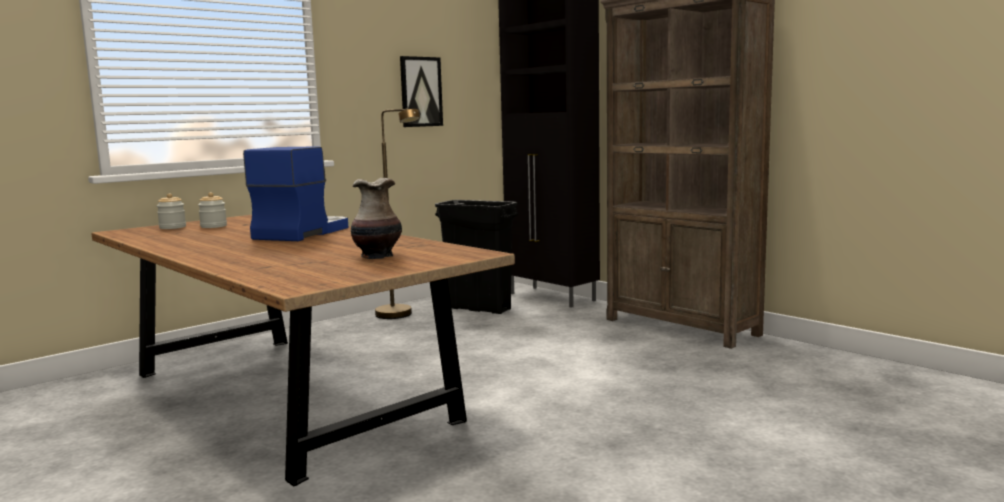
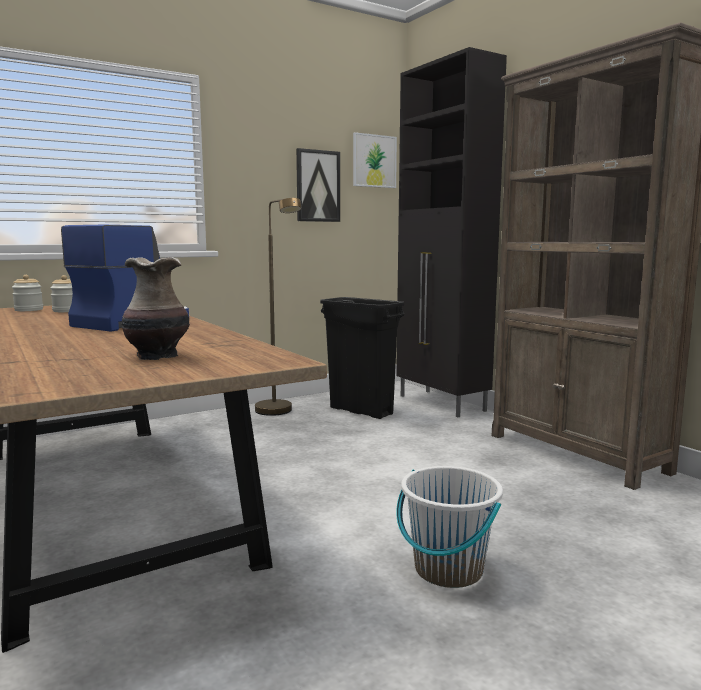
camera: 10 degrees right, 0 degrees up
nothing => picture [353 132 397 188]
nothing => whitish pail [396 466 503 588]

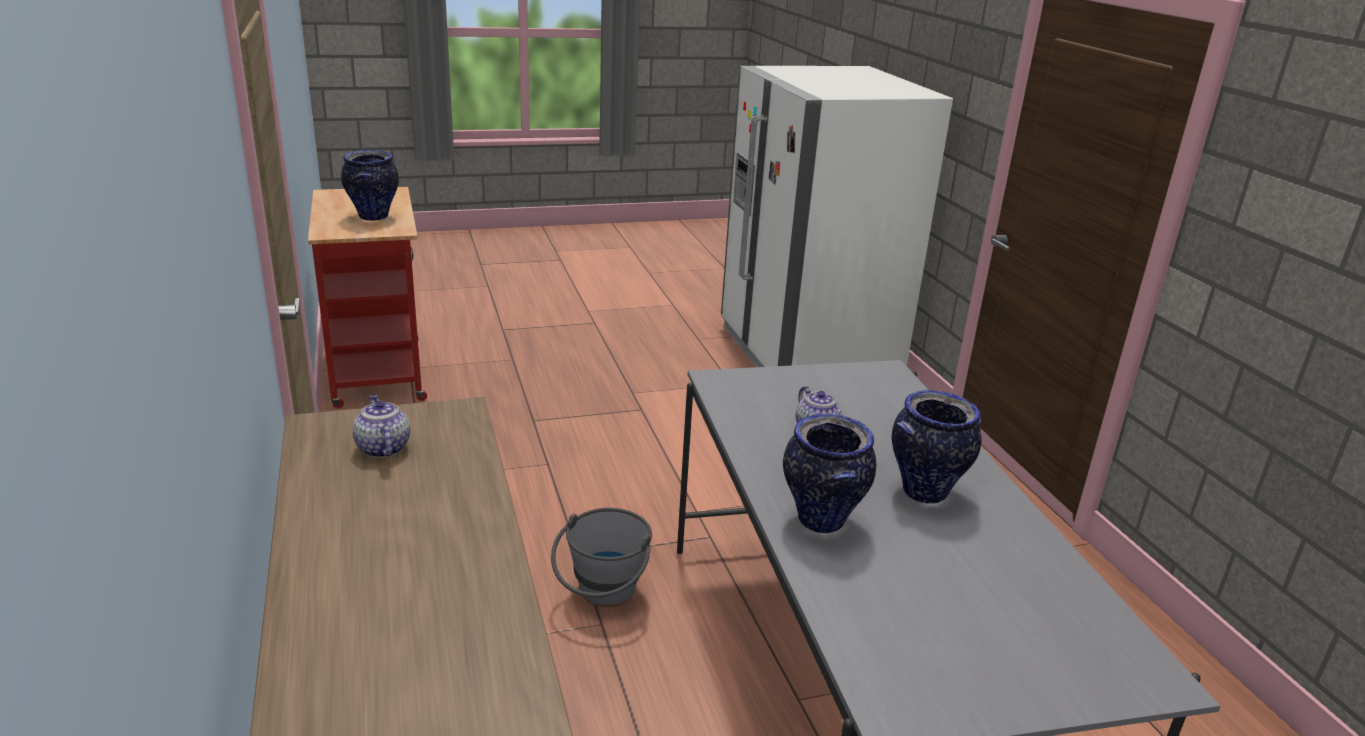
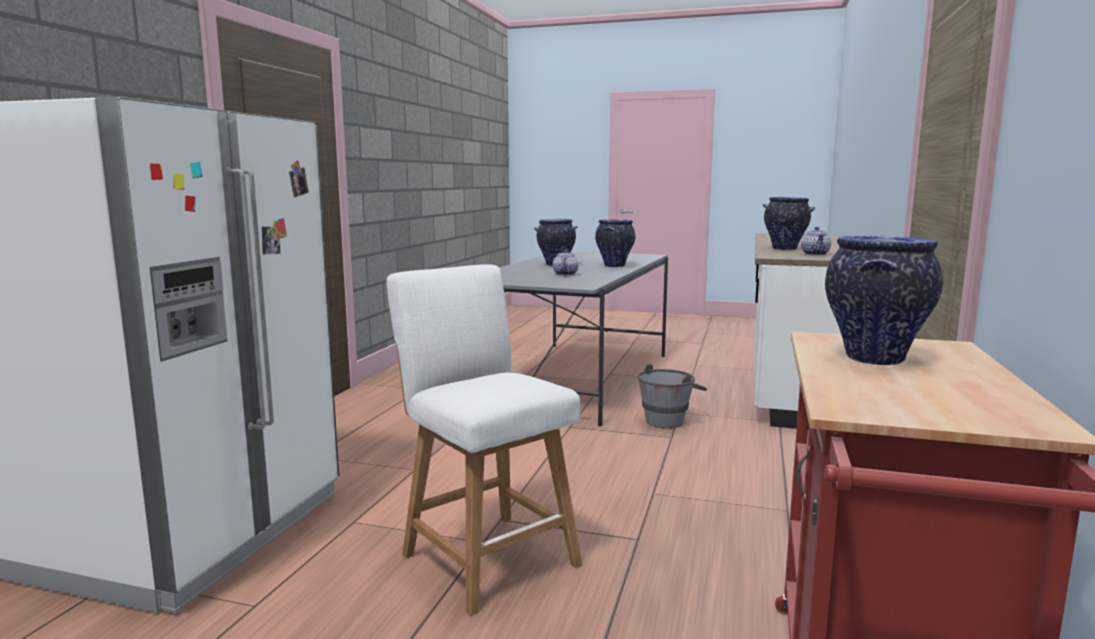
camera: 145 degrees left, 15 degrees down
nothing => whitish stool seat [387 264 582 616]
nothing => vase [763 197 815 250]

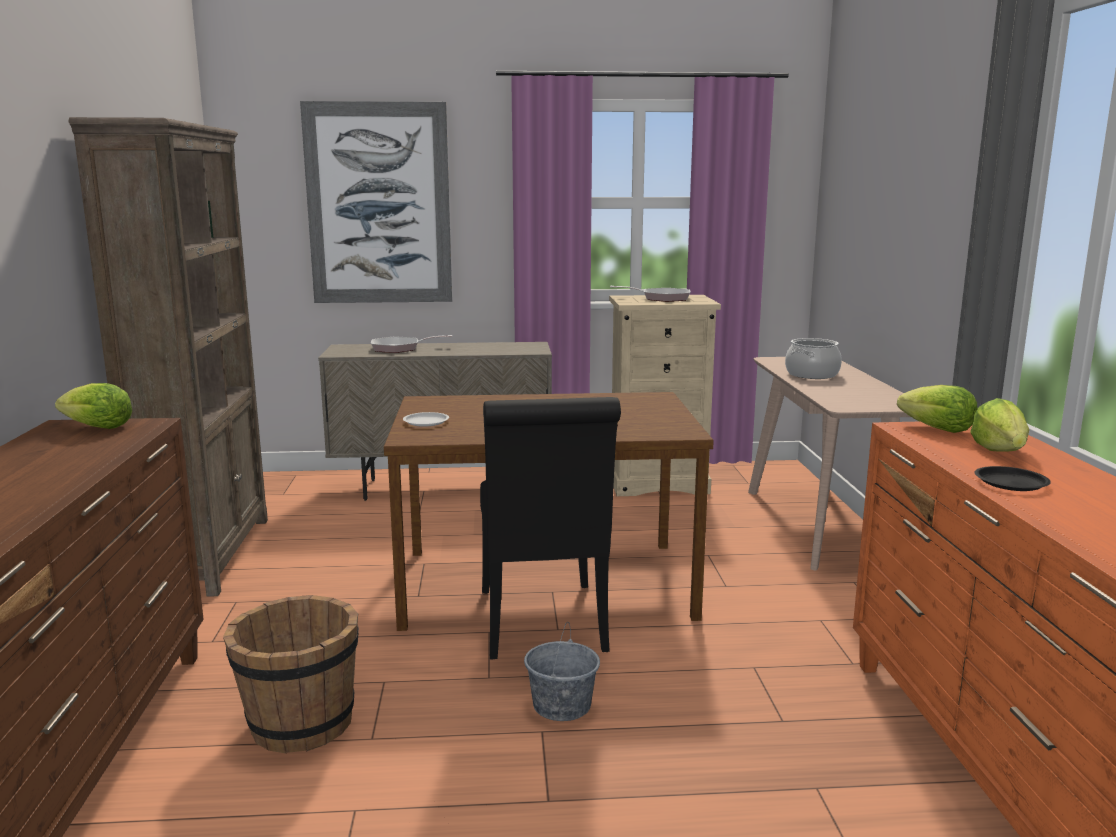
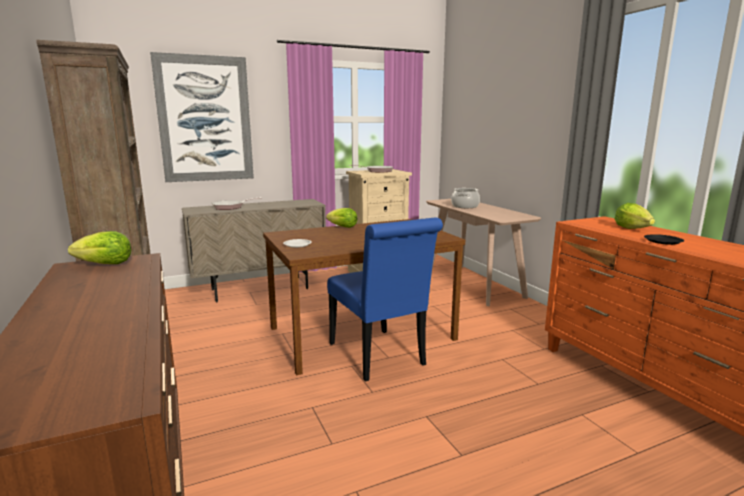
camera: 20 degrees left, 0 degrees up
brown-coloured pail [223 595 359 753] => nothing
greyish pail [524 622 600 721] => nothing
lettuce [897 385 978 433] => lettuce [326 208 358 228], move
black chair [480 397 621 660] => blue chair [327 218 443 381]

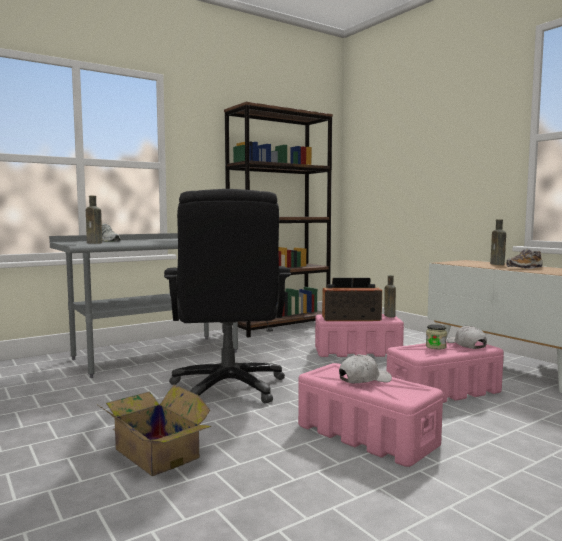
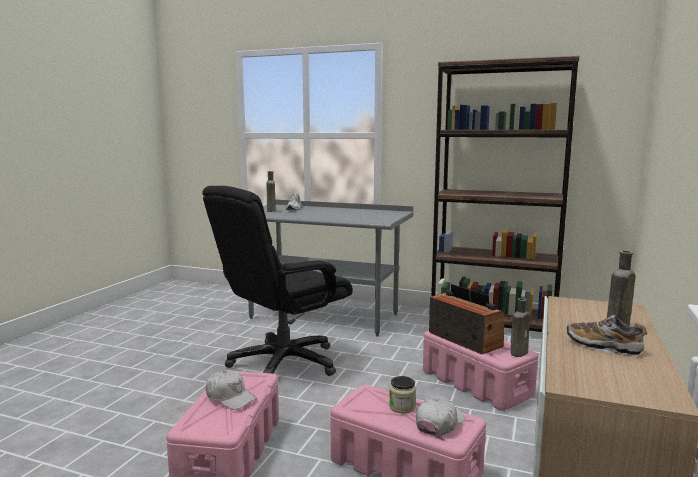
camera: 55 degrees right, 5 degrees up
packing box [98 384 211 476] => nothing

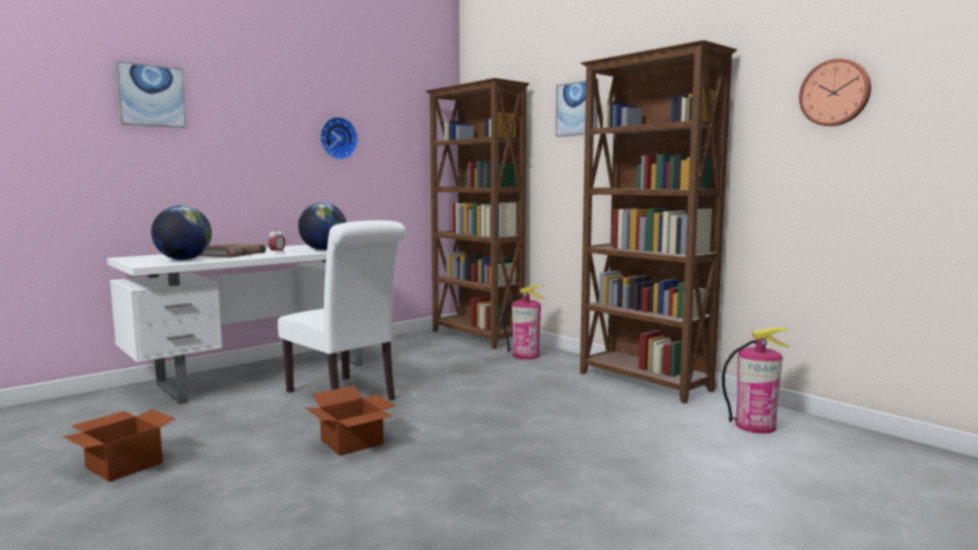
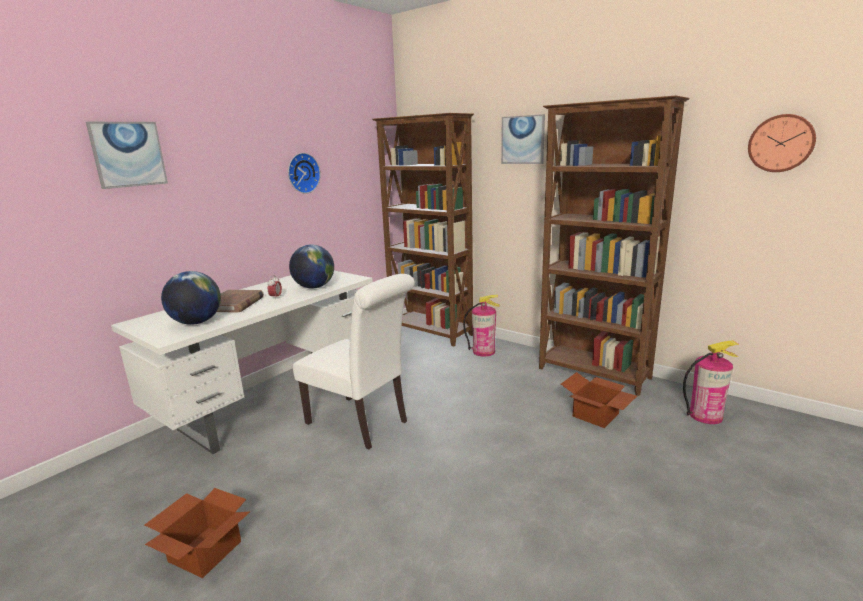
camera: 10 degrees left, 10 degrees up
packing box [305 386 396 456] => packing box [561 372 637 428], move

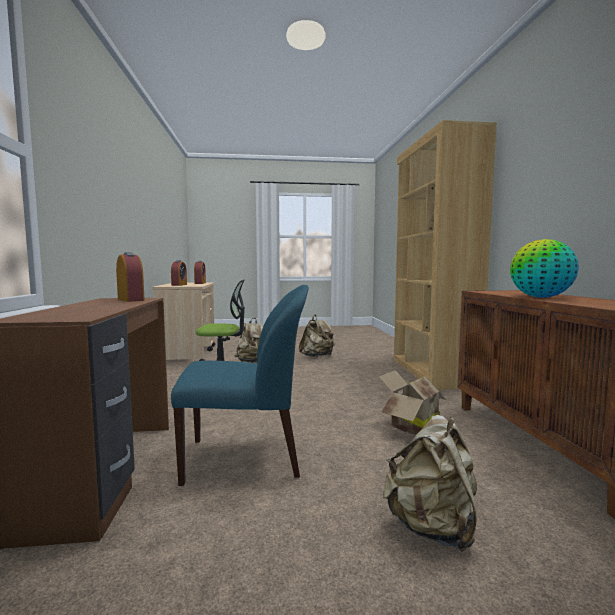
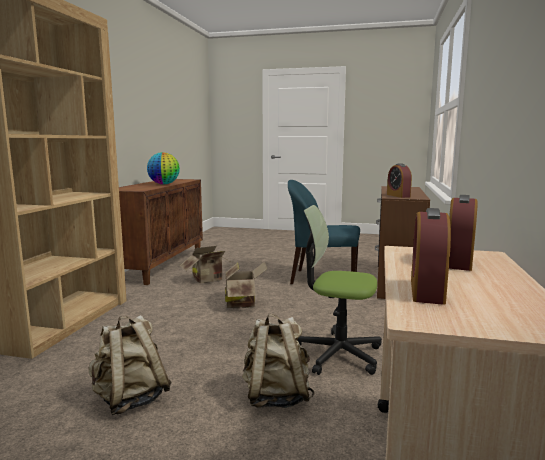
camera: 160 degrees left, 5 degrees up
beige backpack [383 415 477 552] => nothing
nothing => packing box [225 261 268 309]

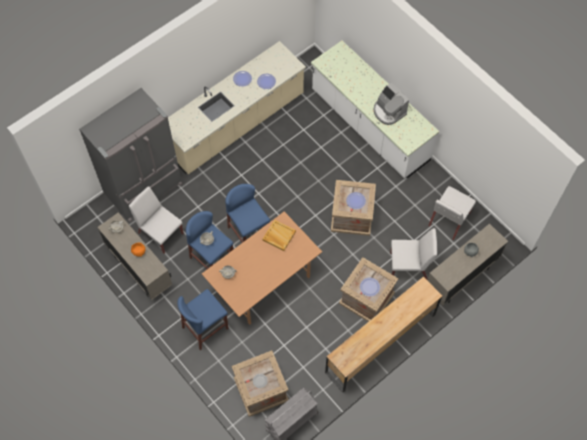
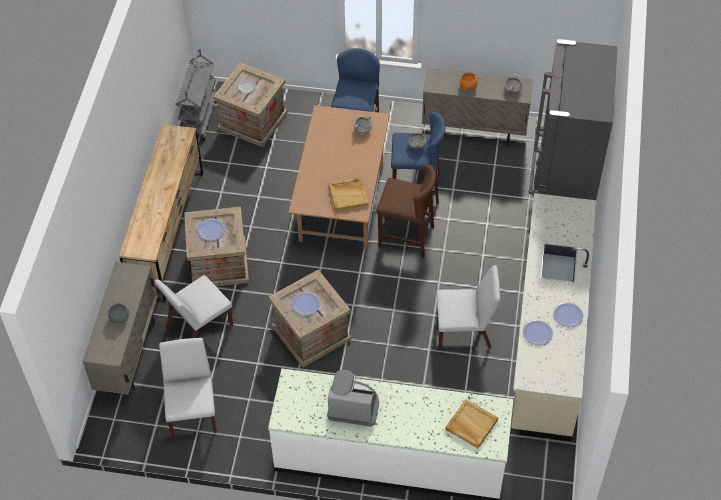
camera: 140 degrees right, 10 degrees down
nothing => beige tray [445 399 498 448]
whitish chair [129 186 184 254] => whitish chair [437 265 500 349], move
blue stool seat [225 184 270 243] => brown-coloured stool seat [376 164 436 258]

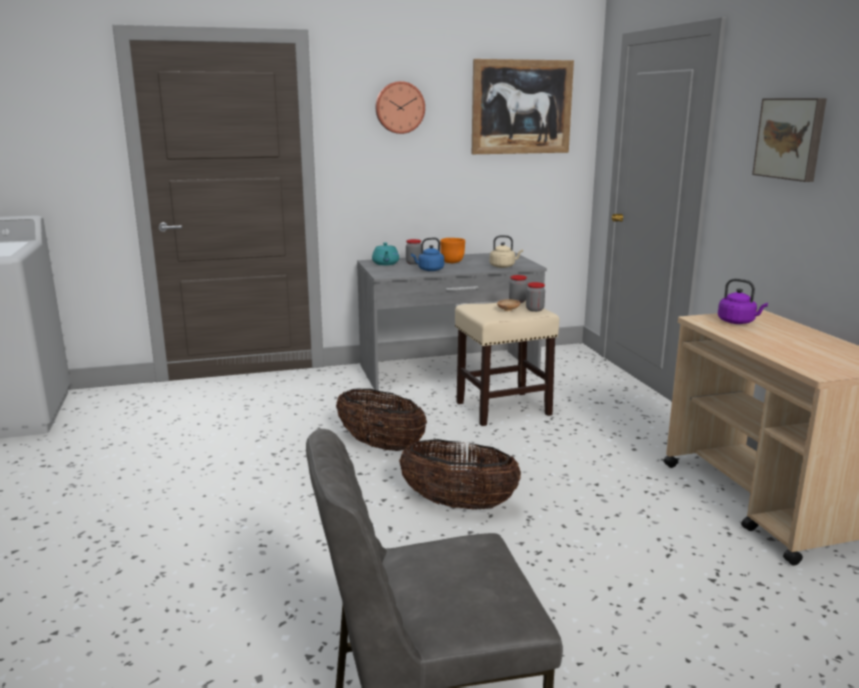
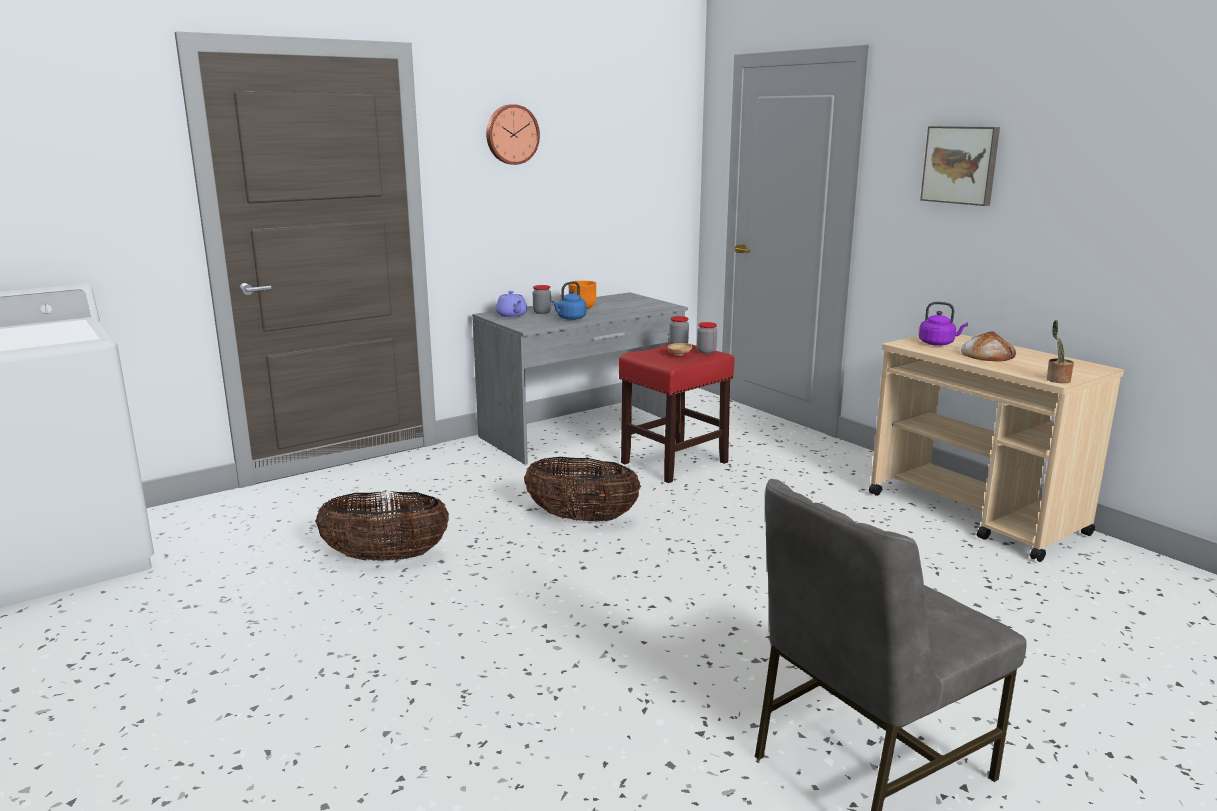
camera: 20 degrees left, 0 degrees up
picture [472 59 574 154] => nothing
beige kettle [490 235 523 268] => nothing
nothing => bread [961 331 1016 362]
nothing => plant in a pot [1046 320 1074 383]
basket [399 439 521 510] => basket [315 491 449 561], move
turquoise-coloured tea pot [372 242 399 265] => purple tea pot [495 291 527 317]
beige stool seat [455 301 559 426] => red stool seat [619 343 735 483]

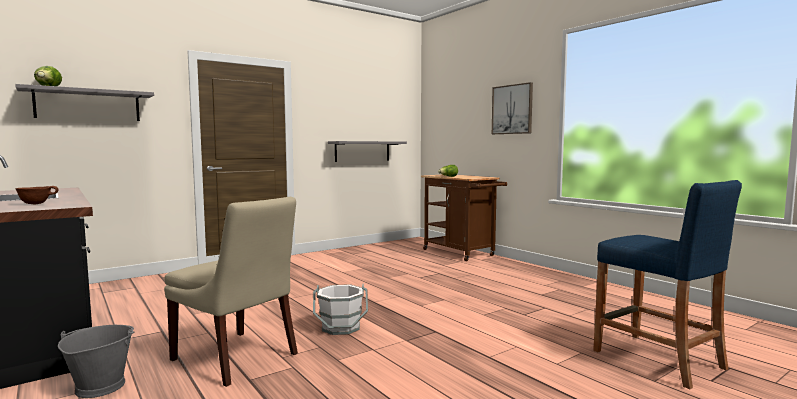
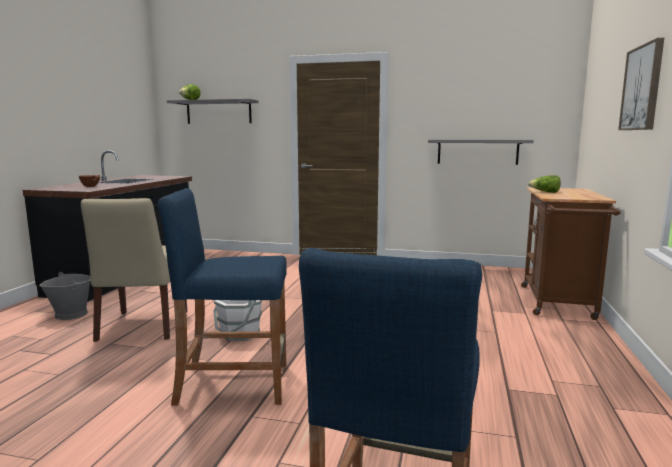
camera: 50 degrees right, 5 degrees up
nothing => blue stool seat [158 188 287 406]

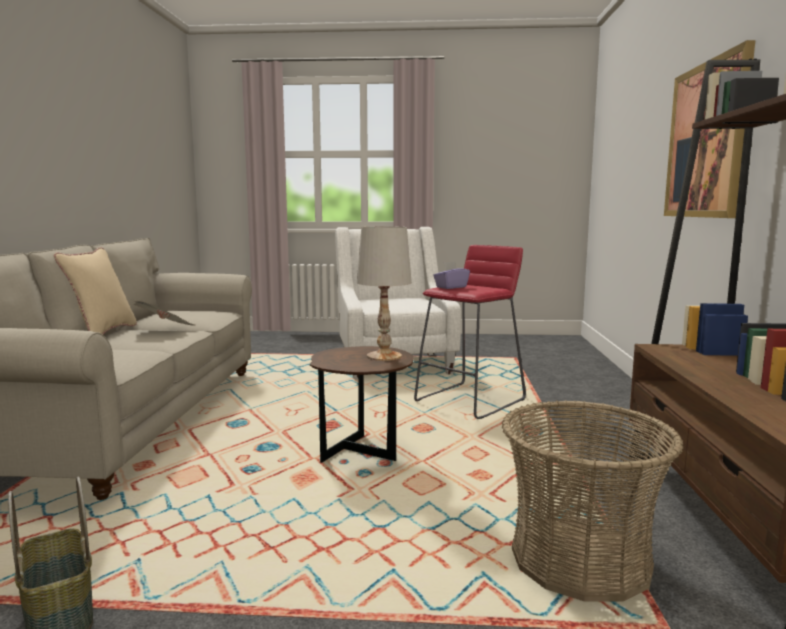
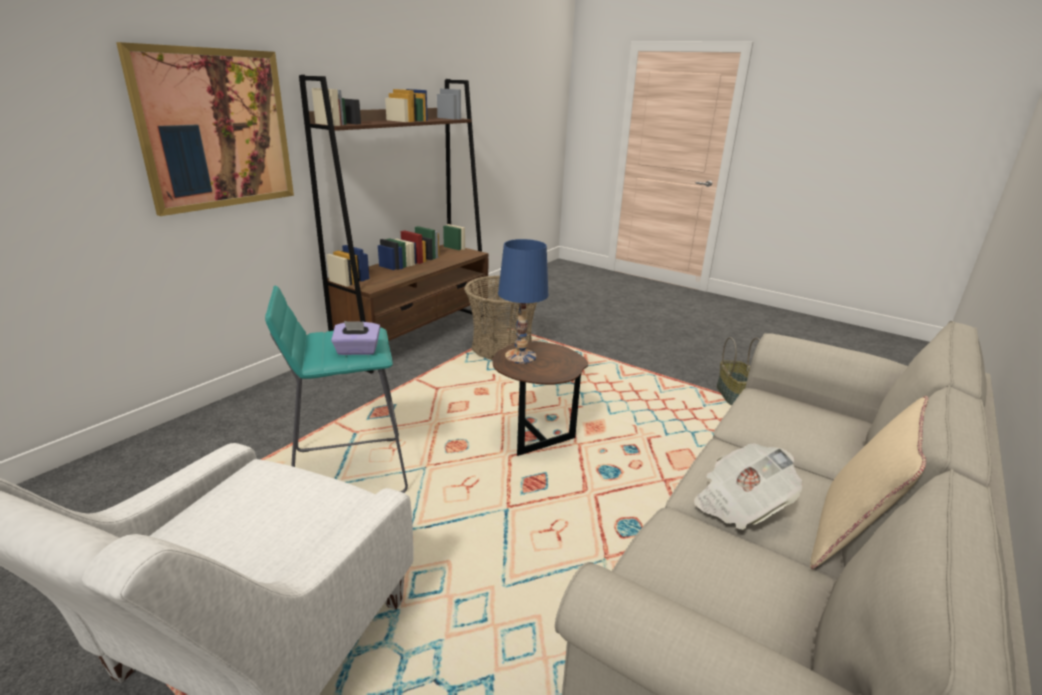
camera: 150 degrees left, 15 degrees up
whitish lamp for a table [357 226 412 361] => blue lamp for a table [498 239 548 364]
red stool seat [414 245 526 419] => turquoise-coloured stool seat [265 286 408 493]

